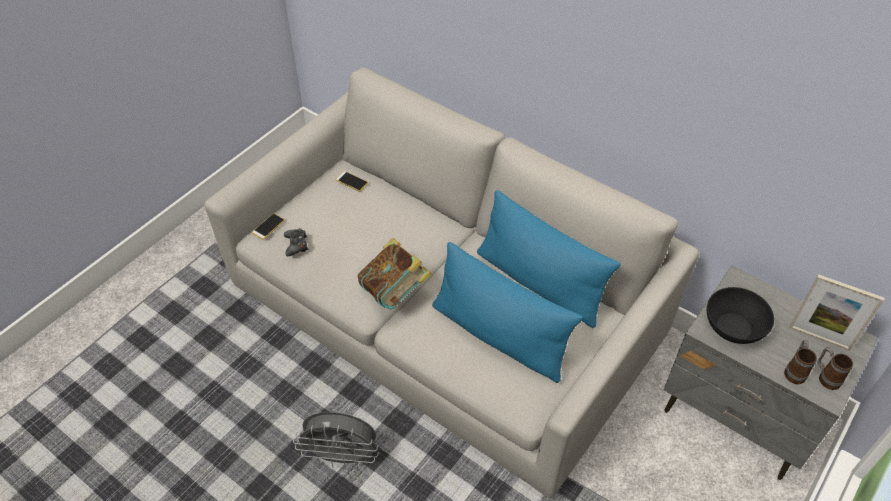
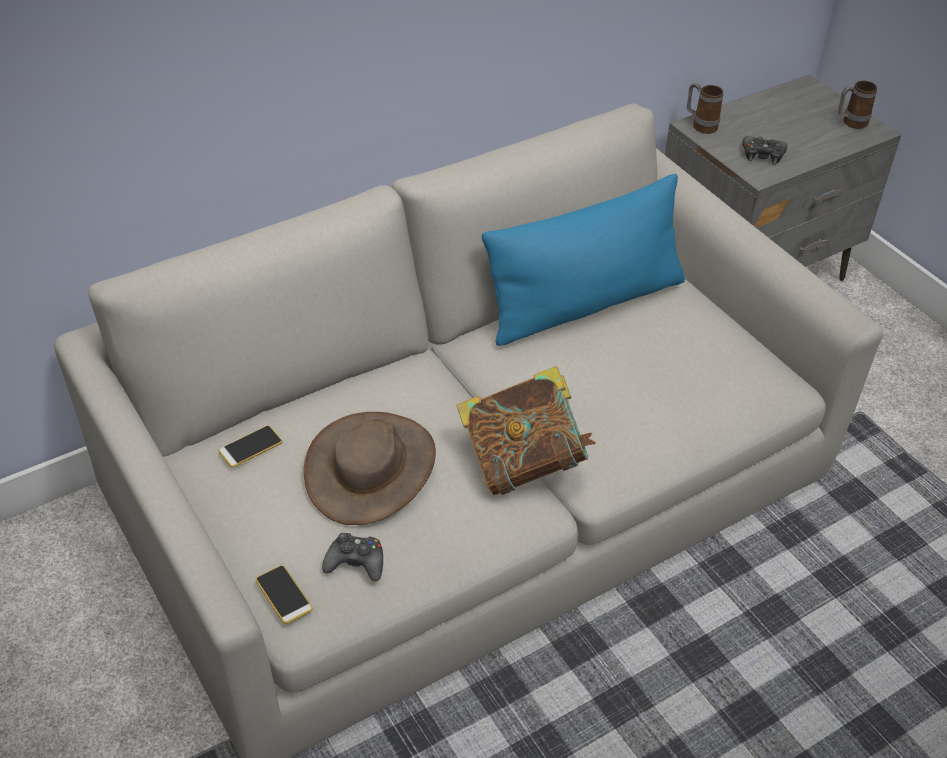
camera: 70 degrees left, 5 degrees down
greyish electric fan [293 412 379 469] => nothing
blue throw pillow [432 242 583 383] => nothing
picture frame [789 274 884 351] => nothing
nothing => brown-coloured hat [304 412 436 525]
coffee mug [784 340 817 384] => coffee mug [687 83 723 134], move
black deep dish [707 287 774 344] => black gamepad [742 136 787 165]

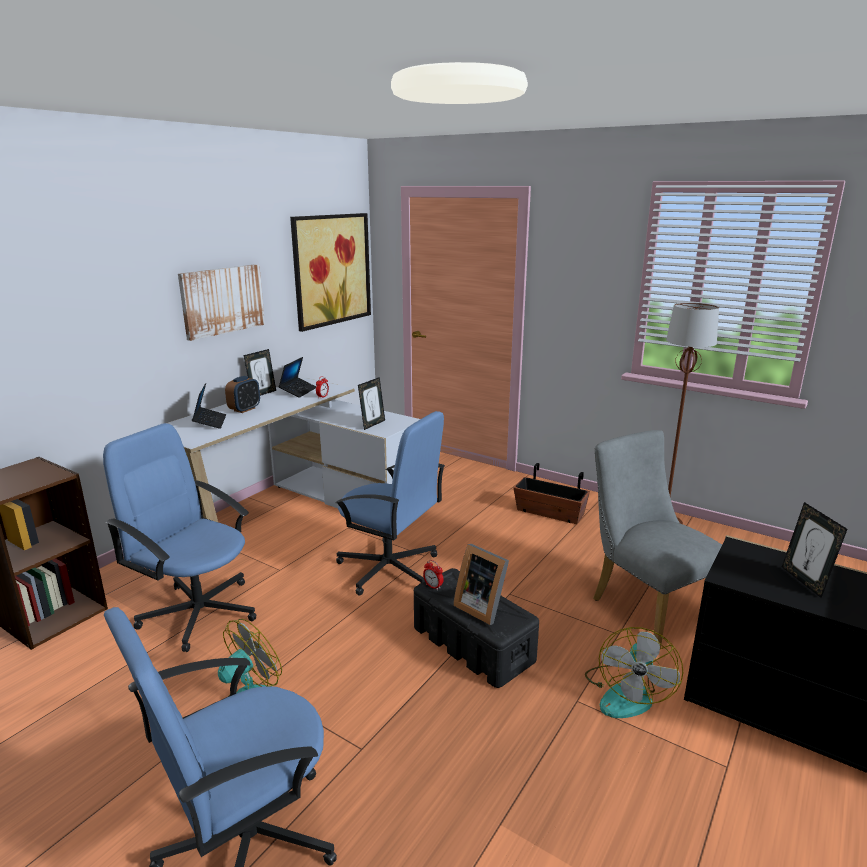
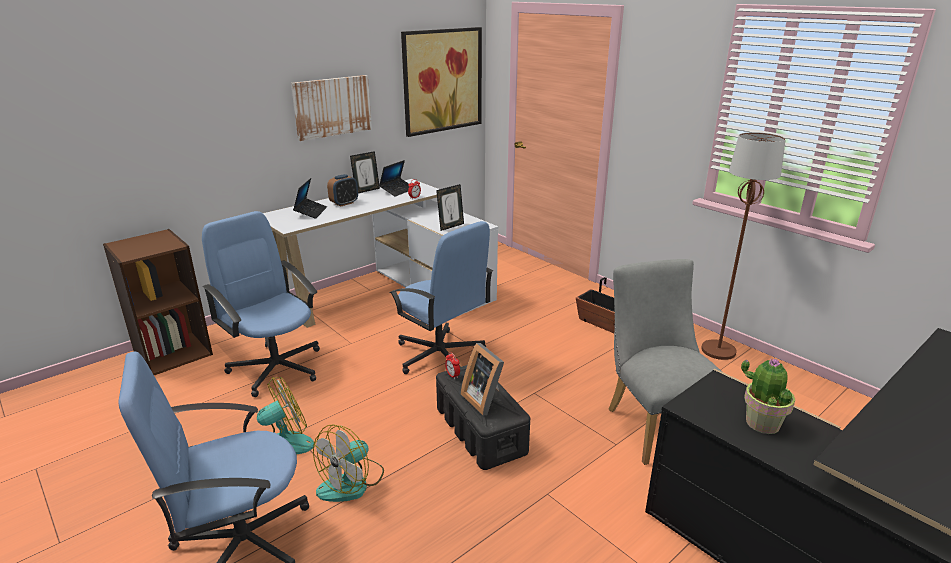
camera: 15 degrees right, 5 degrees up
electric fan [585 627 683 718] => electric fan [313 424 384 502], move
picture frame [782 502 847 598] => plant in a pot [741 358 795 434]

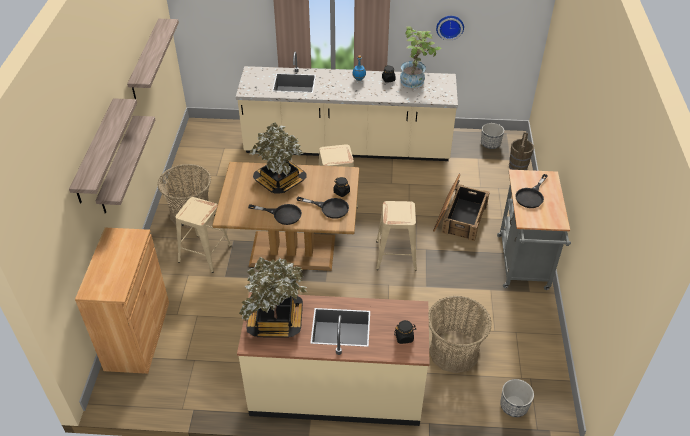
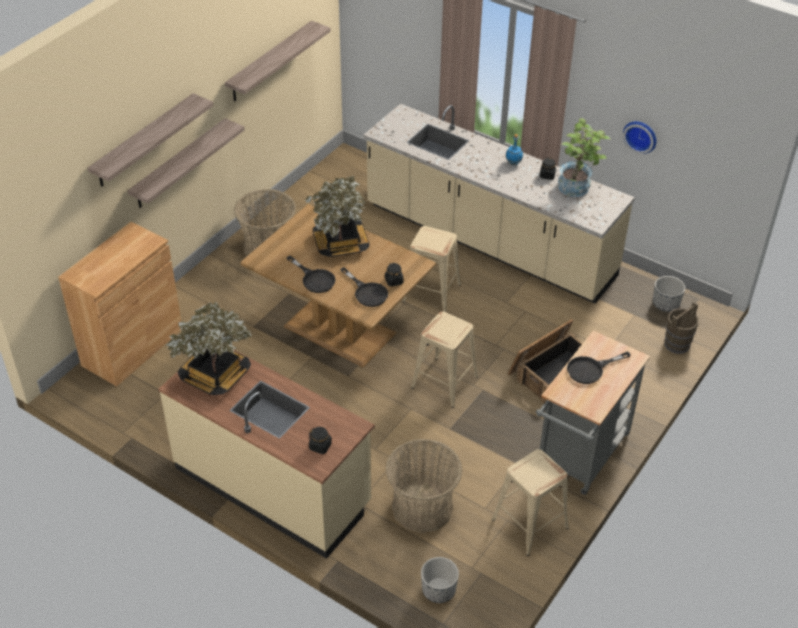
camera: 30 degrees right, 0 degrees up
beige stool seat [175 197 232 273] => beige stool seat [491 449 568 556], move

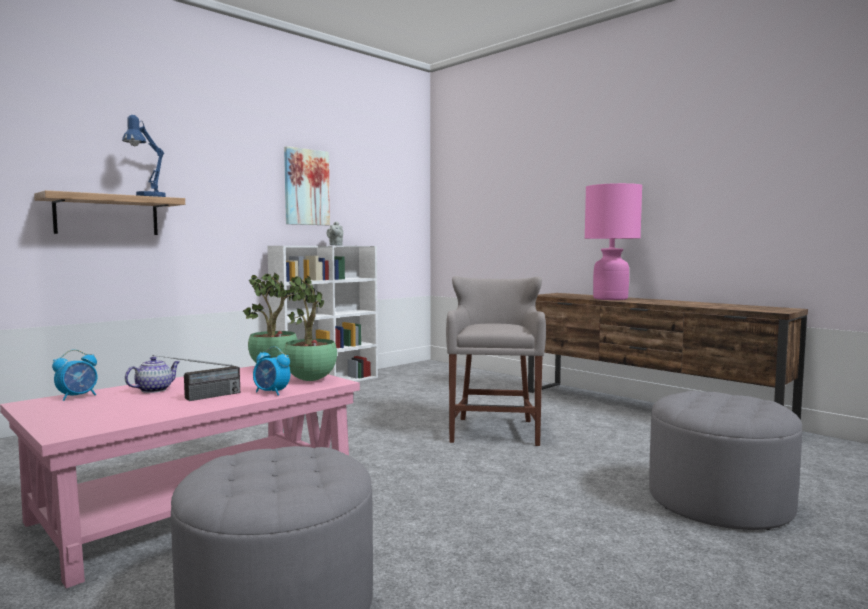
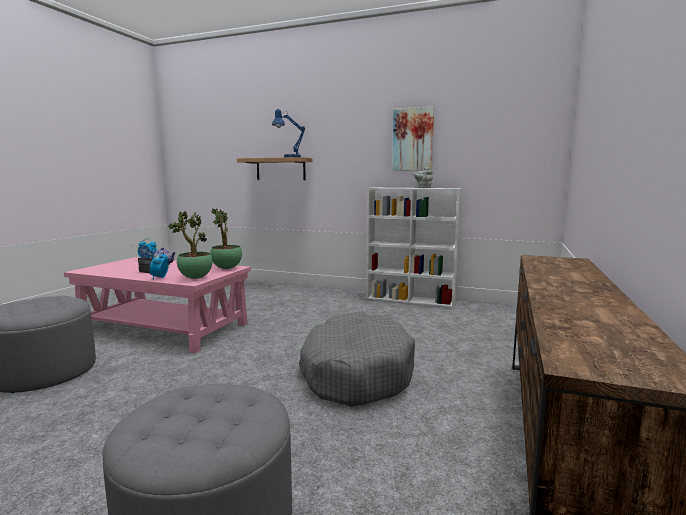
camera: 65 degrees right, 5 degrees up
pink lamp for a table [585 183 642 300] => nothing
greyish stool seat [446 276 546 446] => greyish dog bed [299 312 415 406]

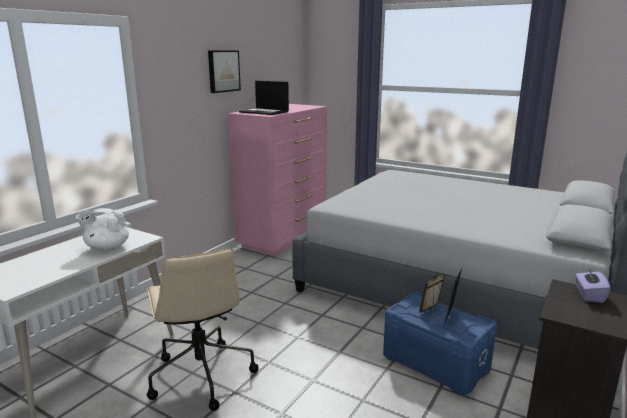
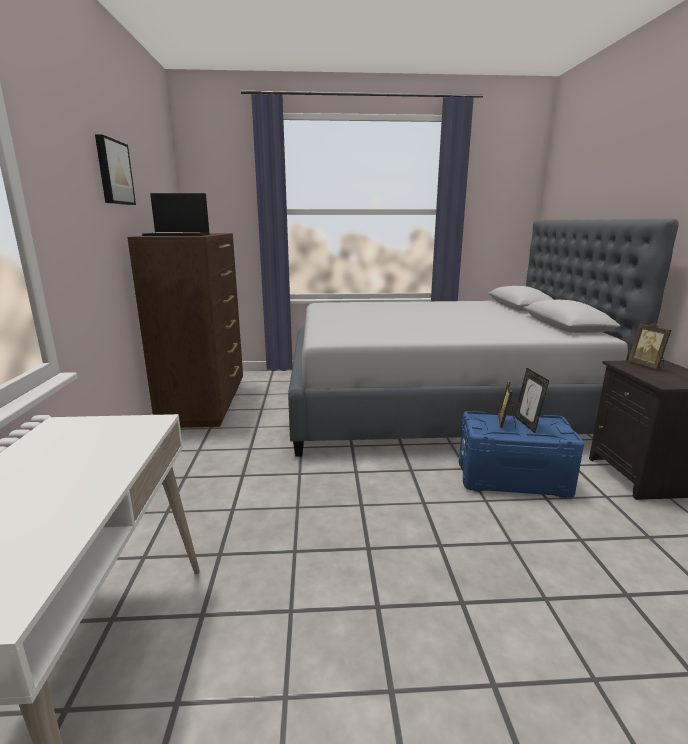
camera: 35 degrees left, 0 degrees up
whitish tea pot [75 208 129 251] => nothing
beige office chair [147 248 259 411] => nothing
purple box of tissues [575 268 611 303] => picture frame [628 322 671 369]
pink dresser [228 104 327 256] => brown-coloured dresser [127 233 243 428]

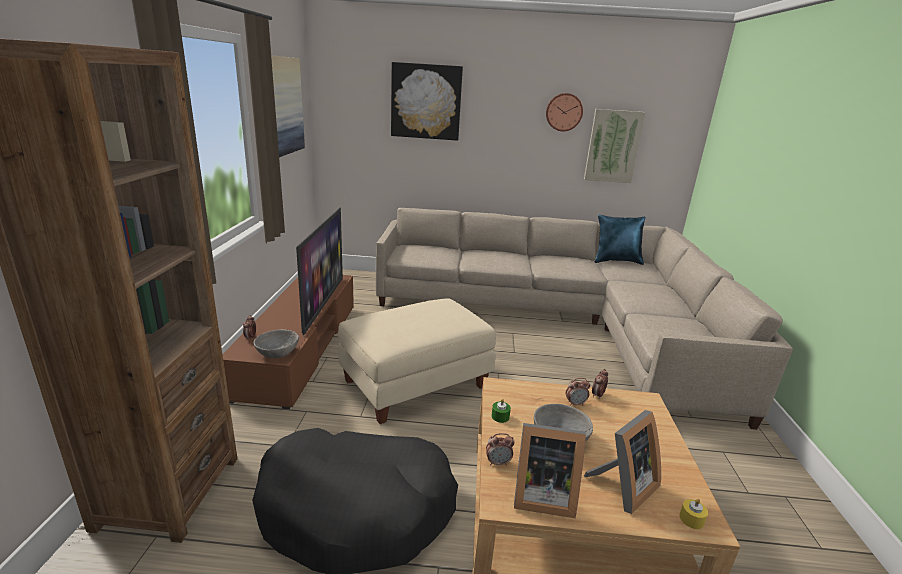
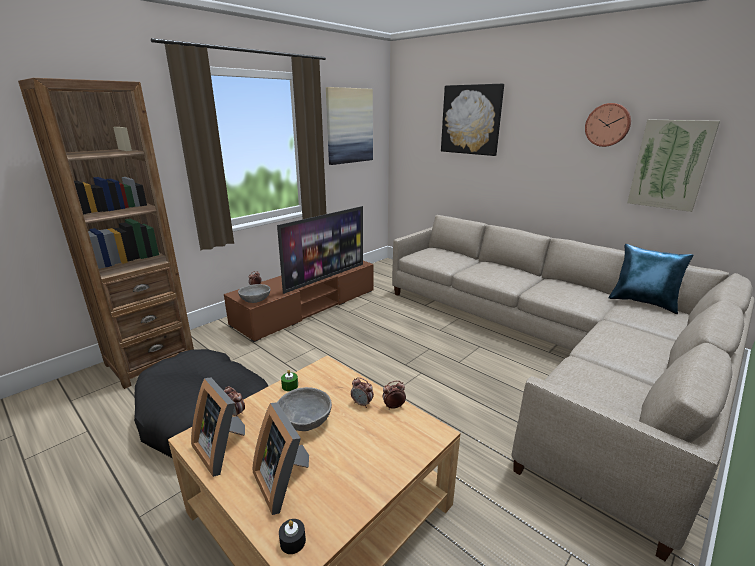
camera: 40 degrees right, 0 degrees up
beige ottoman [338 298 496 424] => nothing
yellowish candle [679 499 708 529] => black candle [279 519 306 554]
picture frame [584 410 661 514] => picture frame [253 402 309 515], 60 degrees clockwise

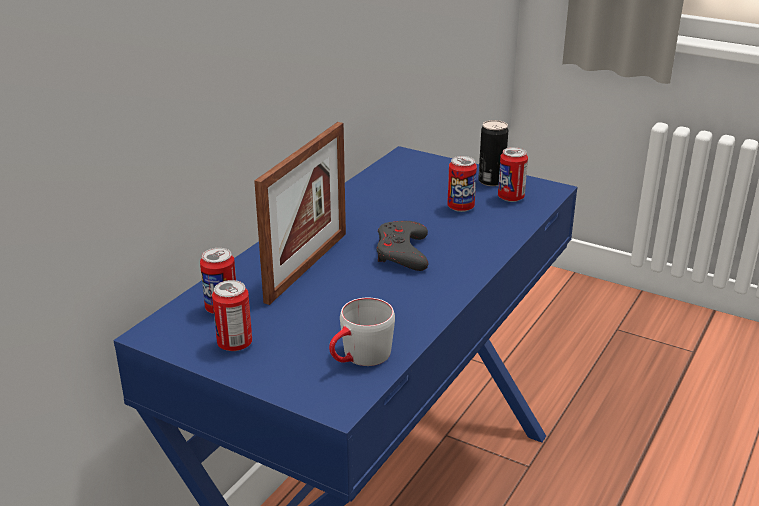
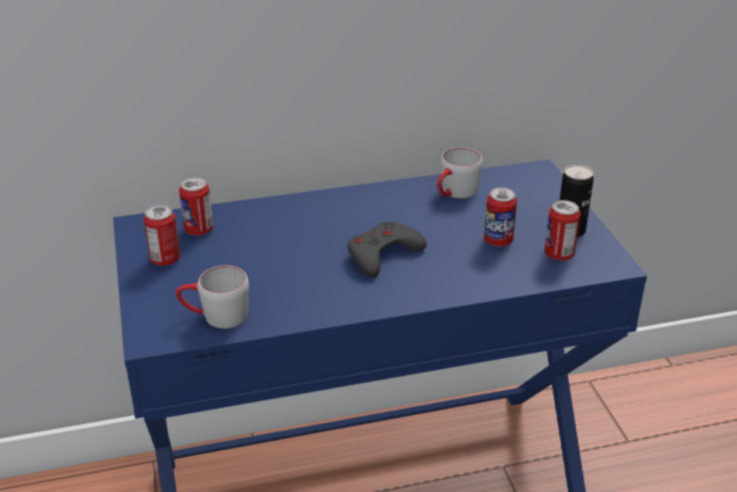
camera: 45 degrees right, 5 degrees up
picture frame [254 122 346 305] => nothing
nothing => greyish coffee mug [437 147 483 199]

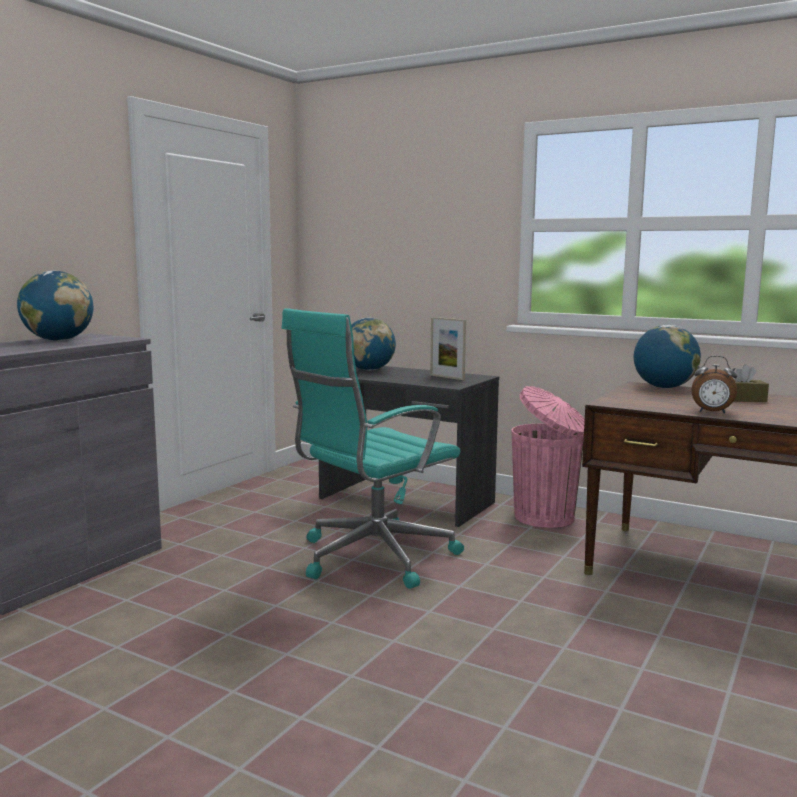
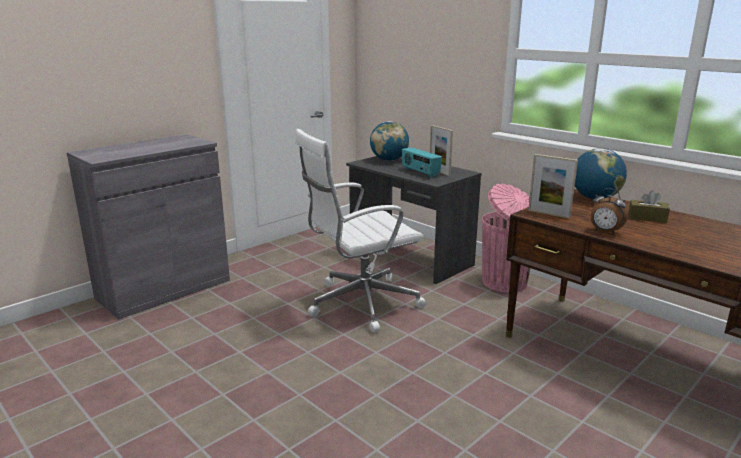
camera: 15 degrees right, 10 degrees up
world globe [17 271 93 341] => nothing
nothing => radio set [402 147 442 178]
nothing => picture frame [528 154 578 219]
turquoise-coloured office chair [282 308 464 589] => whitish office chair [295 129 427 332]

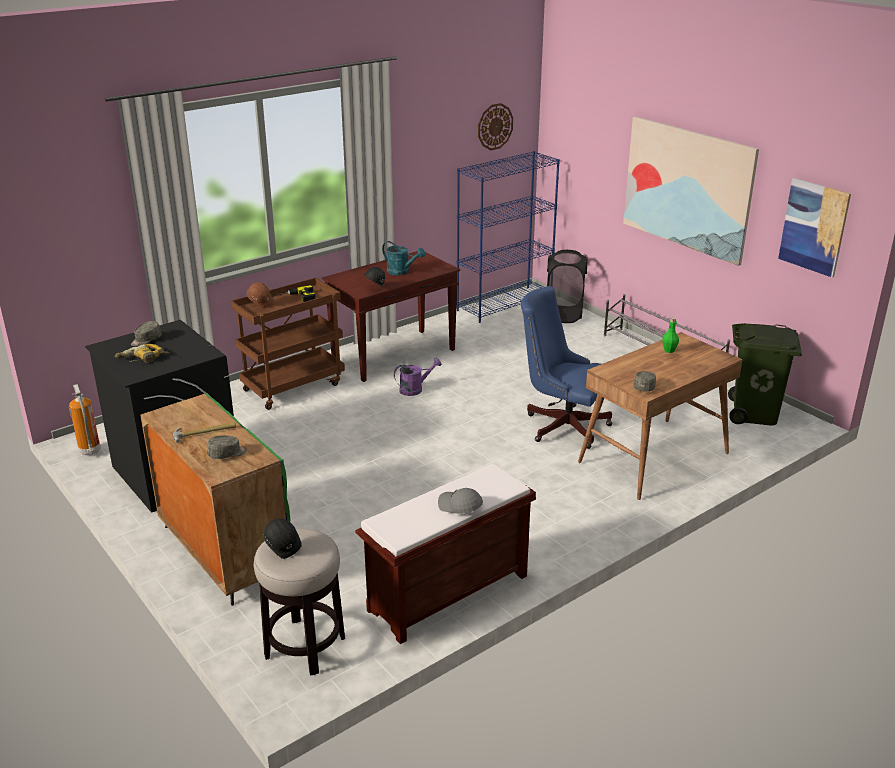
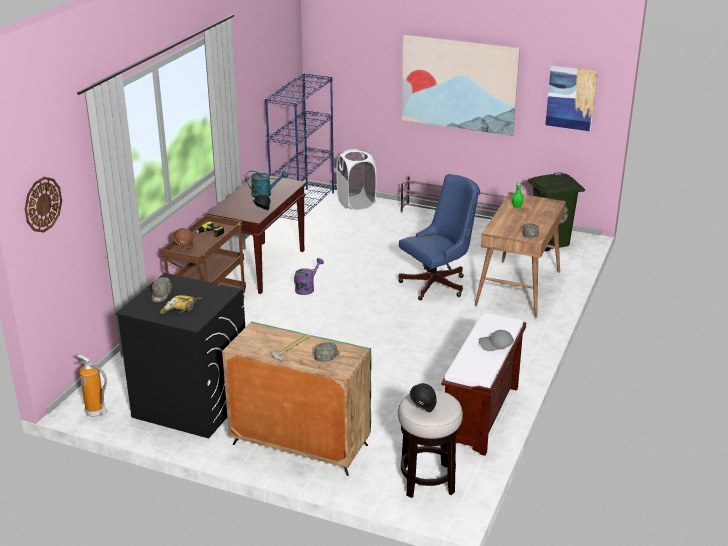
camera: 30 degrees left, 0 degrees up
wall clock [478 103 513 150] => wall clock [25 177 62 233], move
black washing basket [547 250 588 323] => whitish washing basket [336 149 377 211]
blue office chair [521 286 613 449] => blue office chair [398 174 480 300], 150 degrees clockwise

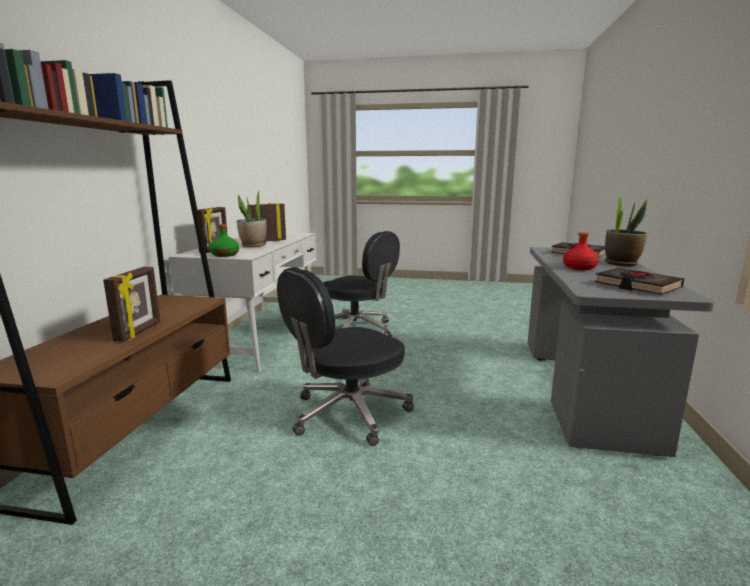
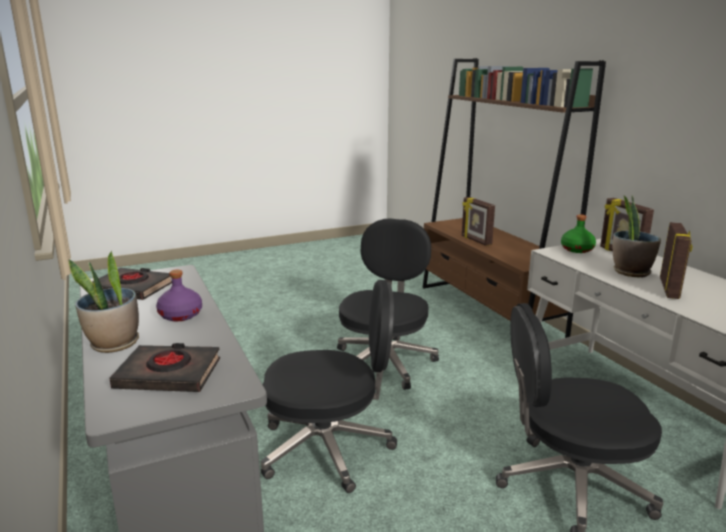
camera: 145 degrees right, 5 degrees up
nothing => black office chair [261 280 397 493]
red bottle [563 232 599 270] => purple bottle [156 270 202 321]

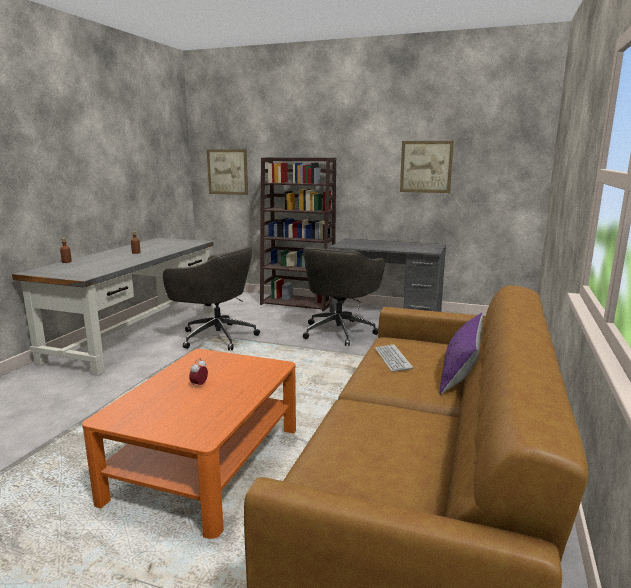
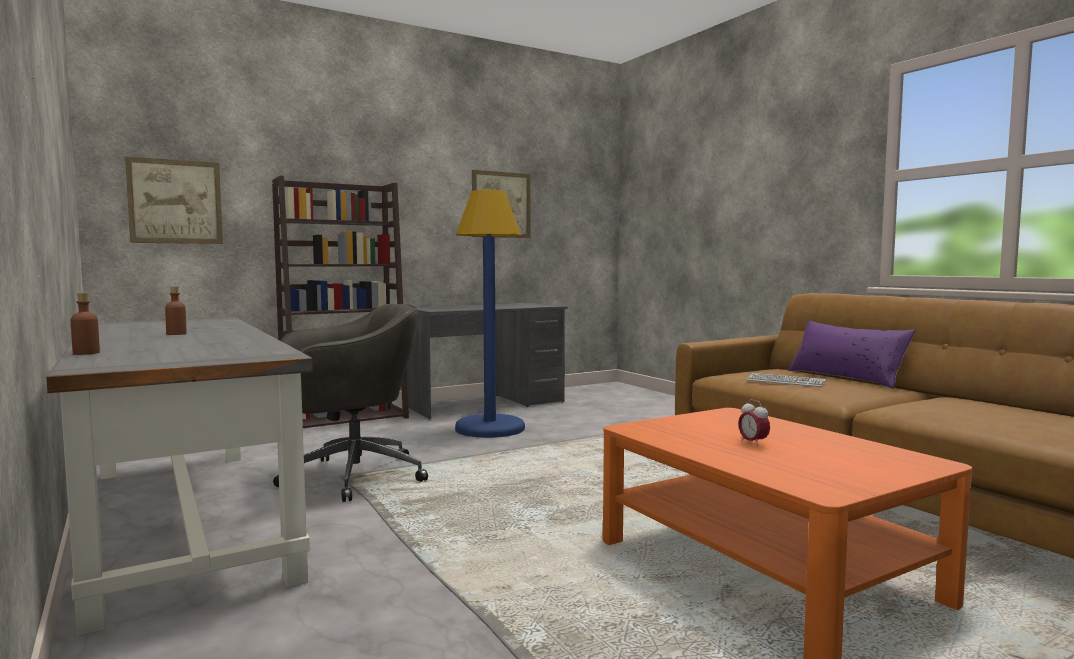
camera: 50 degrees left, 10 degrees down
greyish office chair [303 247 385 346] => blue standing lamp [455 190 525 438]

